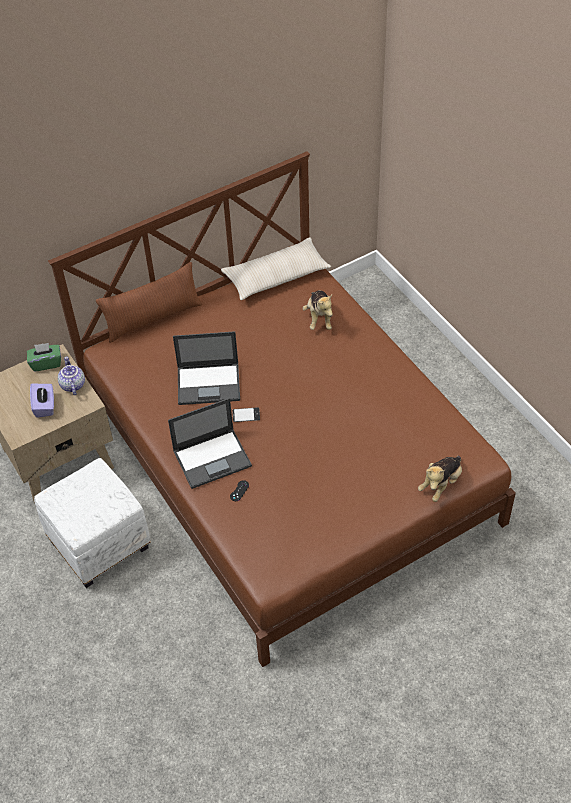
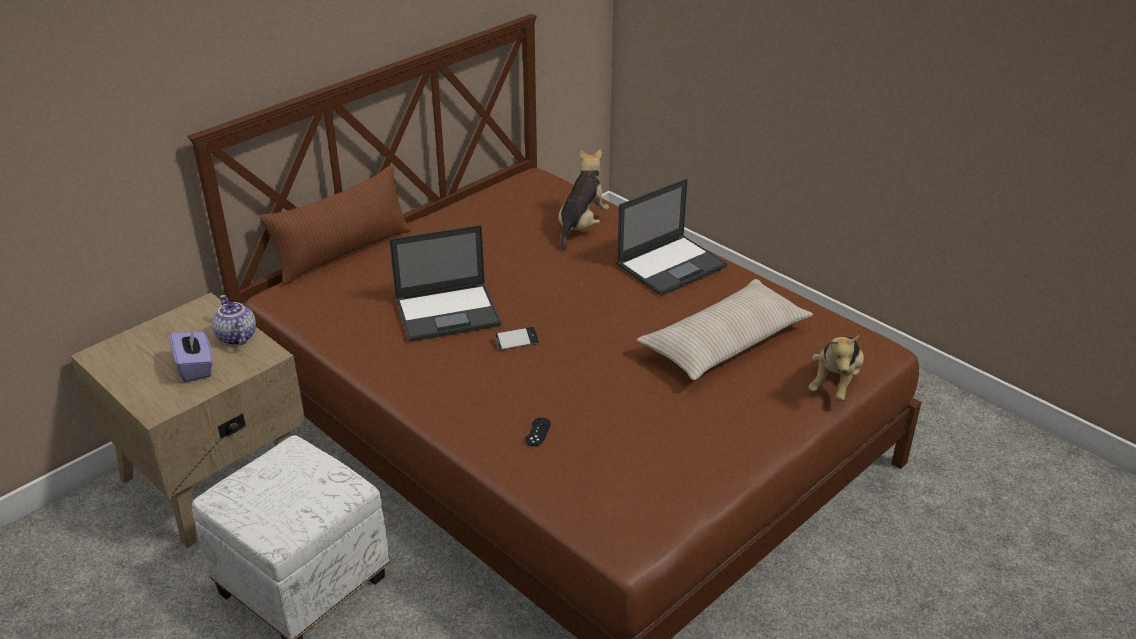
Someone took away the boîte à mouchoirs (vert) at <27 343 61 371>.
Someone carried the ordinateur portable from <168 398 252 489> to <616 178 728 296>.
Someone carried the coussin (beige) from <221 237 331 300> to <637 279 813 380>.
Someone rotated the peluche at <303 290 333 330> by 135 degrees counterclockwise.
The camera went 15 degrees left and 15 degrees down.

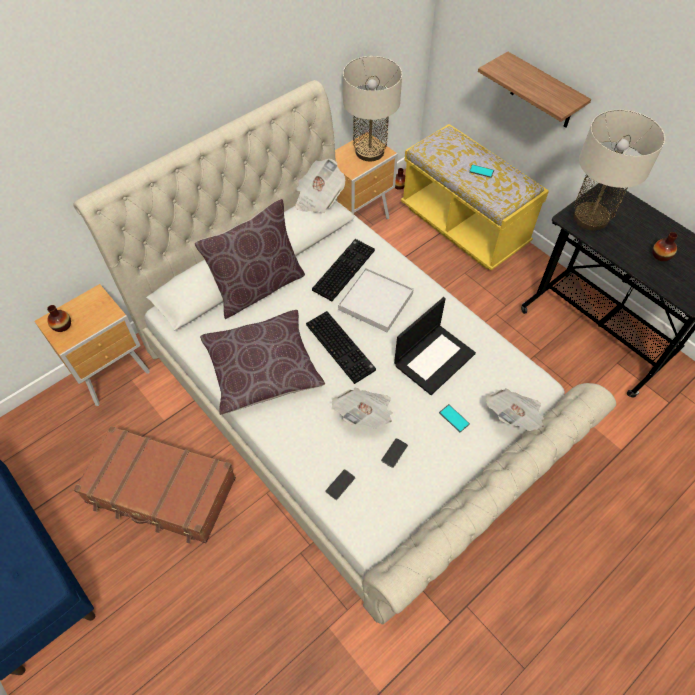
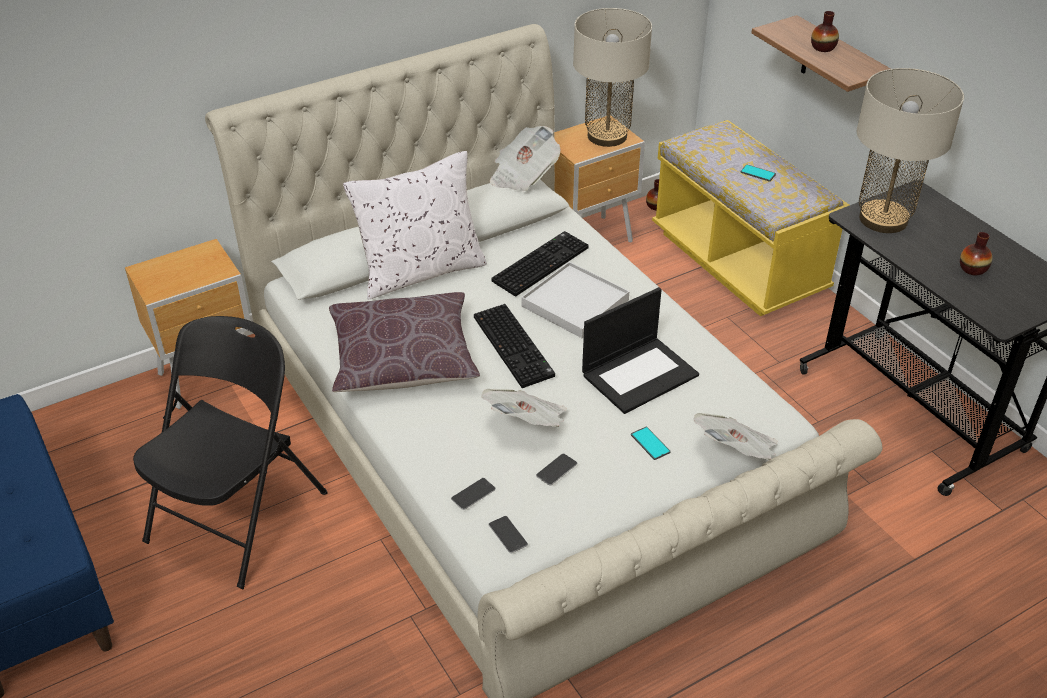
Someone carried the vase from <47 305 71 332> to <811 11 839 52>.
Someone swapped the valise (marron) at <74 426 236 544> for the chaise (noir) at <133 316 327 590>.
Someone repainted the coussin (marron) at <194 199 305 319>, which became the coussin (blanc) at <343 151 487 300>.
Someone put down the téléphone at <489 516 528 553>.
The camera went 10 degrees right and 15 degrees down.

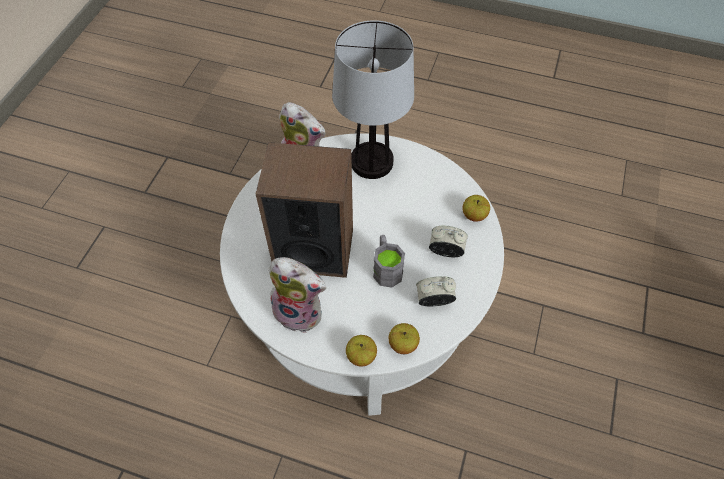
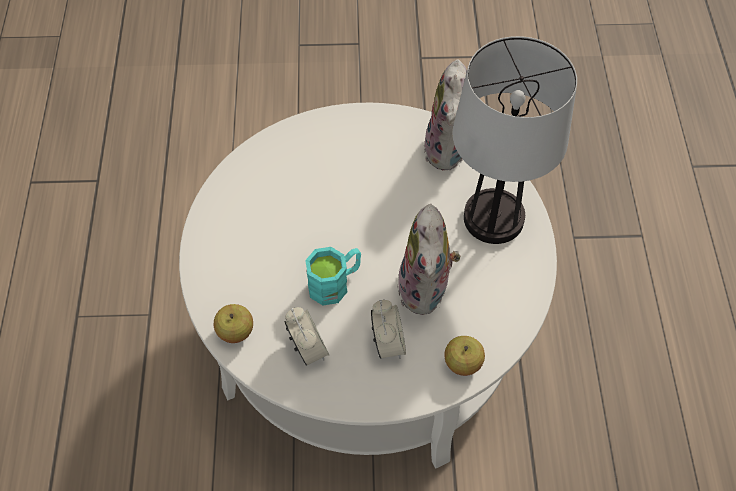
Someone took away the enceinte at <256 142 353 278>.
Someone carried the peluche from <268 257 326 333> to <397 204 461 315>.
Someone took away the pomme at <346 335 377 366>.
Someone repainted the mug (gris) at <373 235 405 287>, which became the mug (turquoise) at <305 247 361 305>.
The camera went 70 degrees right and 0 degrees up.

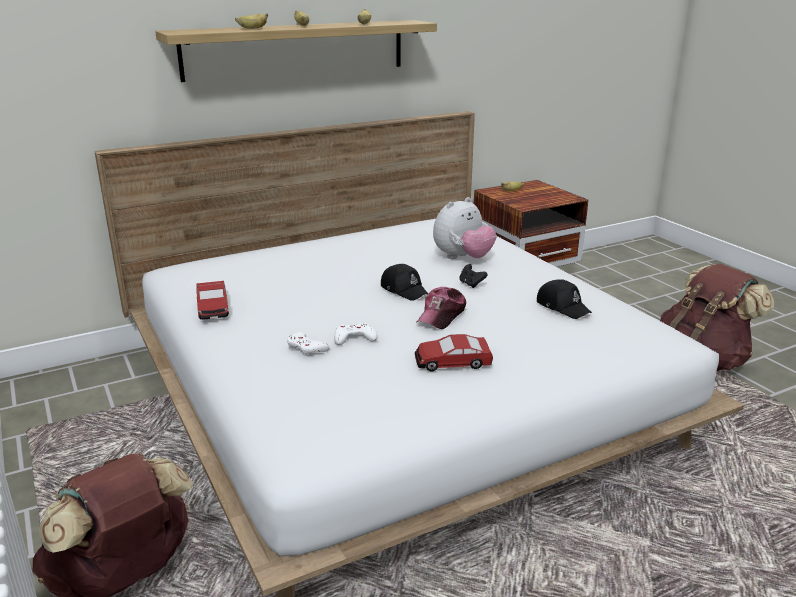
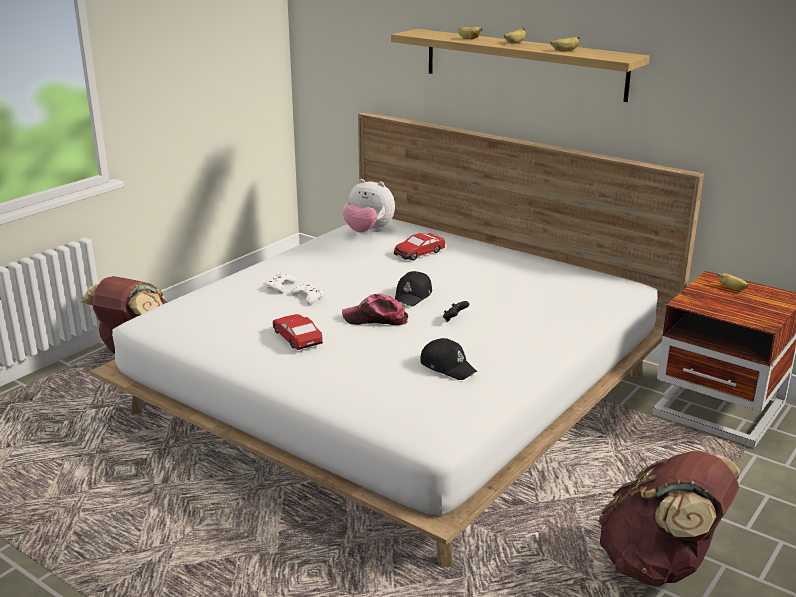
Someone carried the petite voiture from <196 281 229 320> to <394 233 445 260>.
Someone carried the peluche from <433 197 497 259> to <343 179 395 233>.
Someone rotated the casquette (noir) at <537 279 592 319> by 75 degrees counterclockwise.
The camera went 65 degrees right and 0 degrees up.

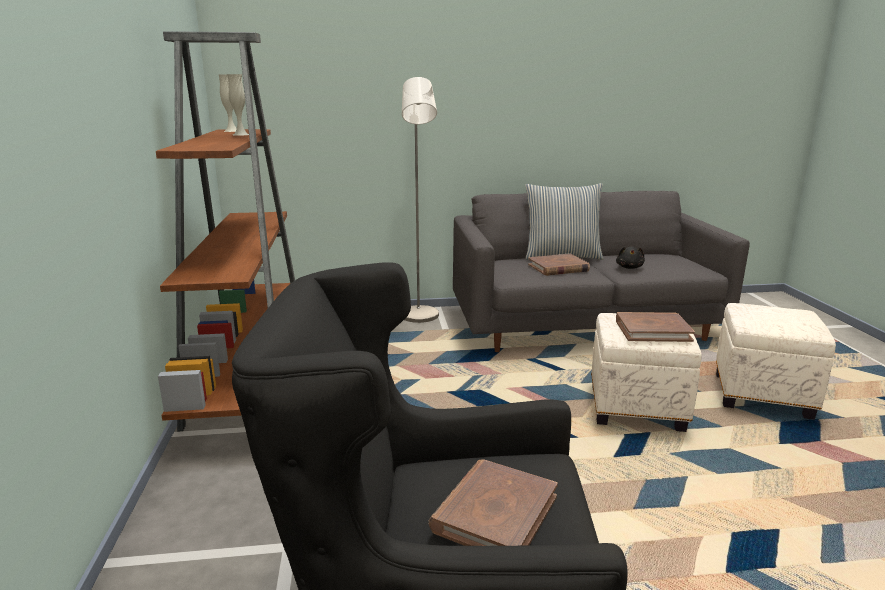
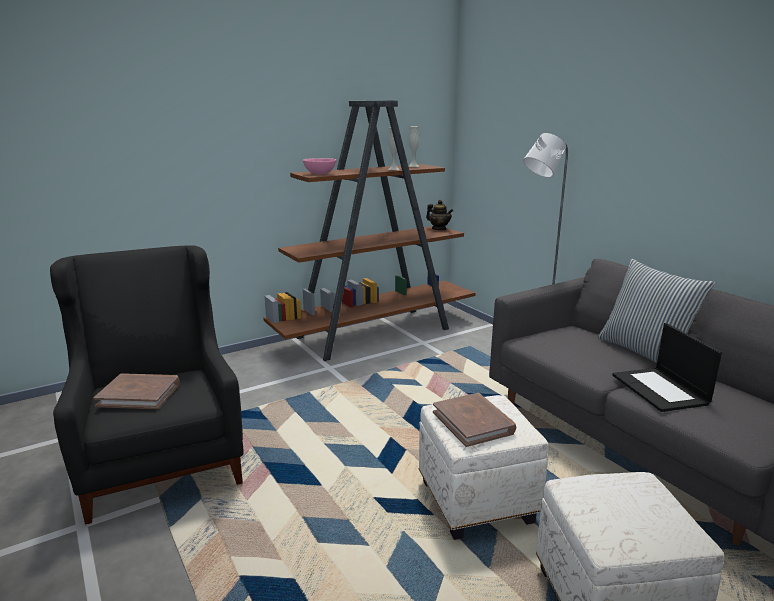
Someone took away the livre (marron) at <528 253 590 276>.
Someone swapped the peluche (noir) at <616 246 645 269> for the ordinateur portable at <612 323 722 412>.
Someone put down the bol (rose) at <303 158 336 174>.
Someone put down the théière at <426 200 453 230>.
The camera went 65 degrees right and 0 degrees up.

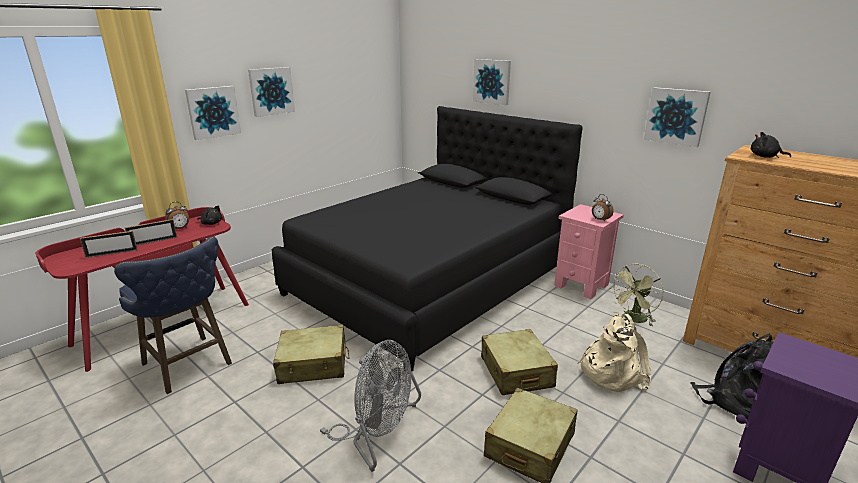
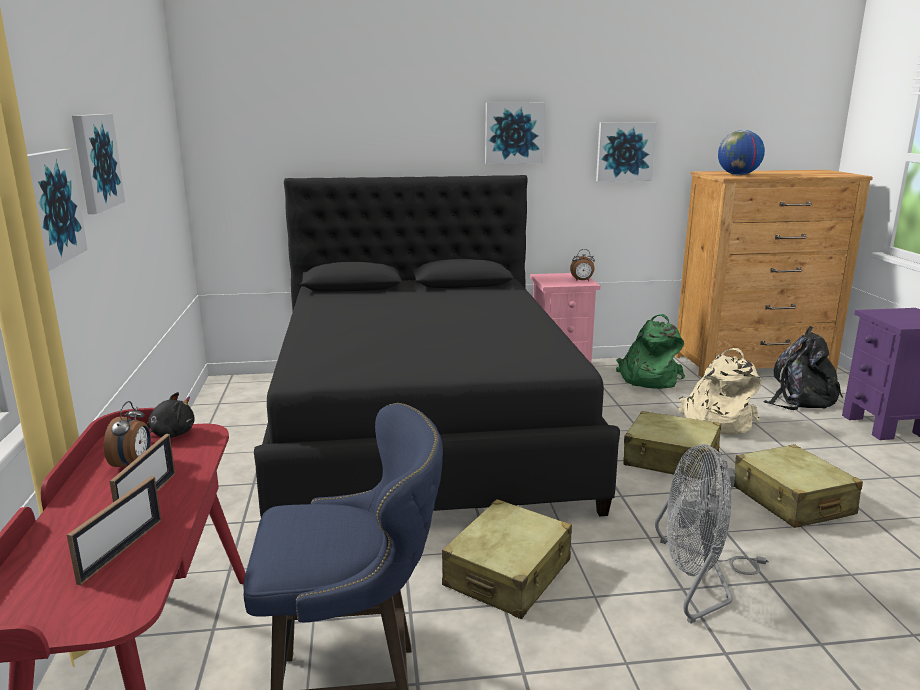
Someone rotated the ventilateur (gris) at <320 340 421 472> by 150 degrees counterclockwise.
Someone carried the tableau from <473 59 511 105> to <485 103 545 164>.
Someone swapped the ventilateur (vert) at <612 264 664 326> for the sac à dos (vert) at <616 314 685 389>.
Someone swapped the peluche (noir) at <750 132 791 158> for the globe at <718 130 765 175>.
The camera went 50 degrees left and 5 degrees down.

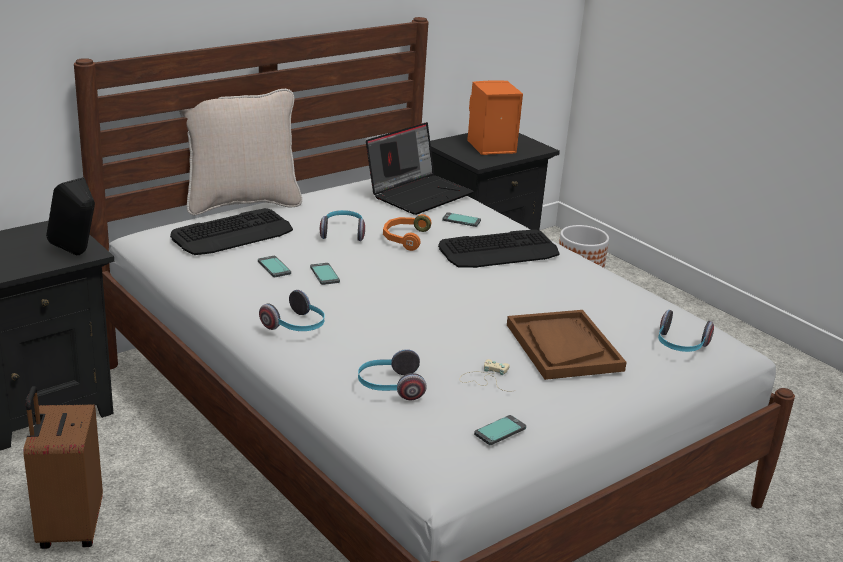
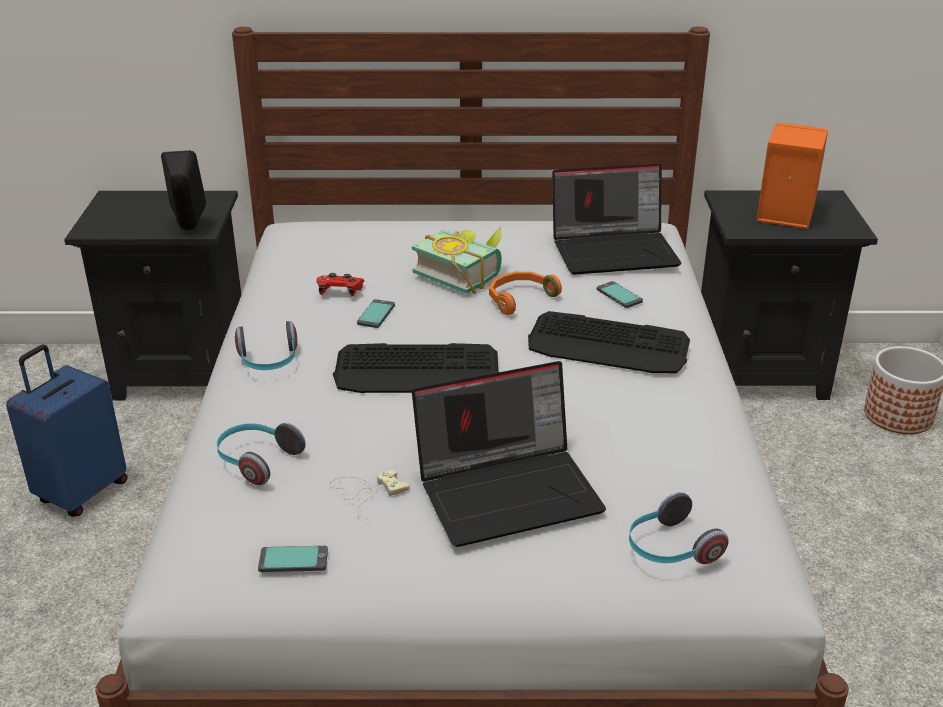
Someone repainted the valise (marron) at <23 386 103 549>, which became the valise (bleu) at <6 345 128 517>.
Someone carried the clavier from <170 208 293 255> to <333 343 499 393>.
Someone took away the coussin (beige) at <179 89 302 215>.
Someone swapped the téléphone at <258 256 291 277> for the manette (rouge) at <316 273 364 297>.
Someone swapped the casque audio at <320 210 365 241> for the livre at <412 227 502 294>.
Someone swapped the plateau (marron) at <507 310 627 380> for the ordinateur portable at <412 361 606 547>.
The camera went 40 degrees right and 5 degrees up.

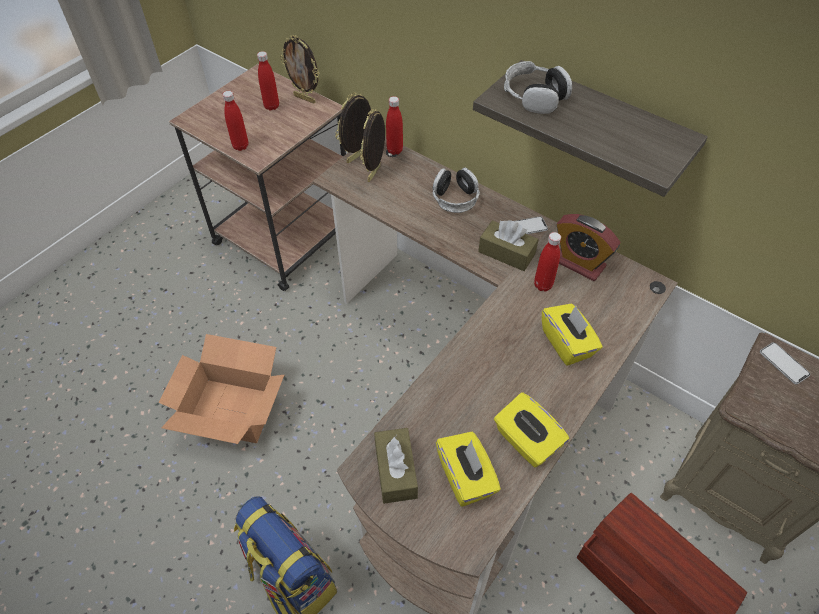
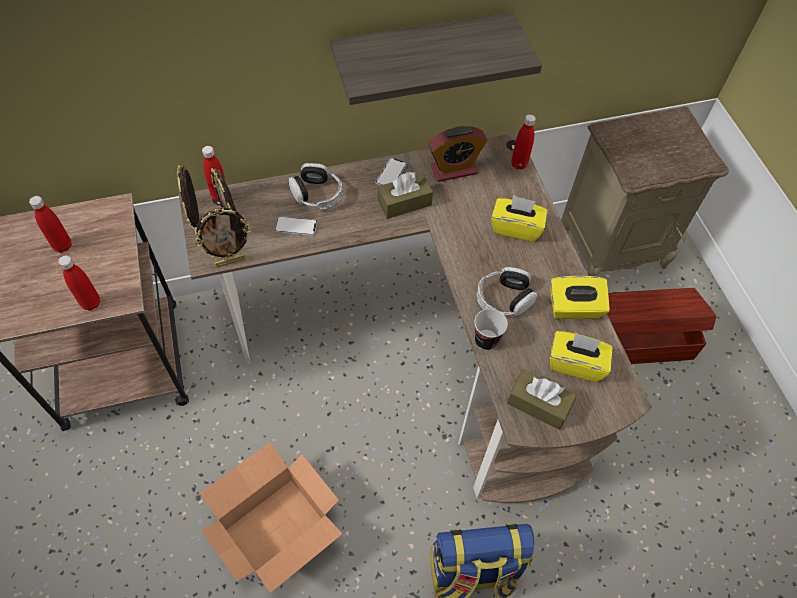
Someone carried the cadre photo from <280 35 319 104> to <194 208 252 267>.
Someone carried the casque audio from <504 61 572 114> to <476 267 538 316>.
Someone carried the bouteille (rouge) from <534 232 561 292> to <511 114 536 170>.
Someone carried the téléphone from <760 342 810 384> to <274 216 317 236>.
Someone put down the tasse at <474 309 508 350>.
The camera went 55 degrees left and 5 degrees up.

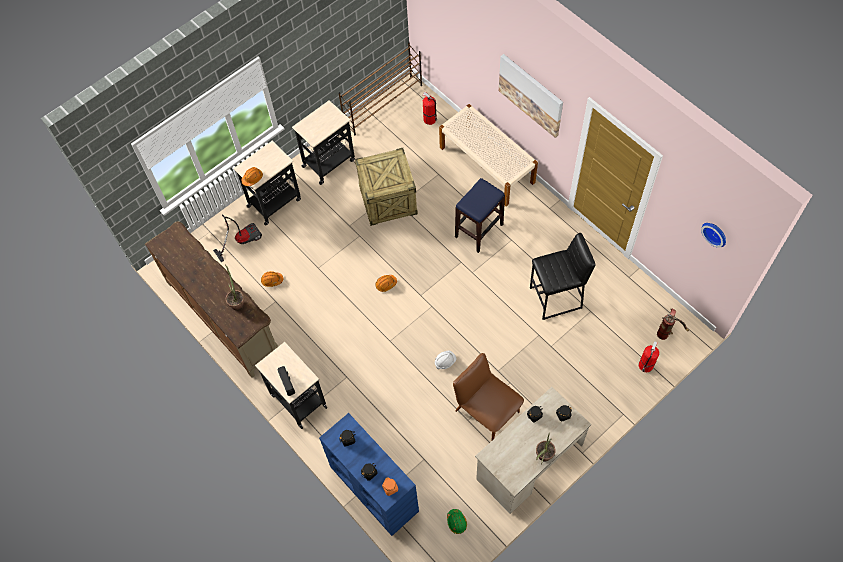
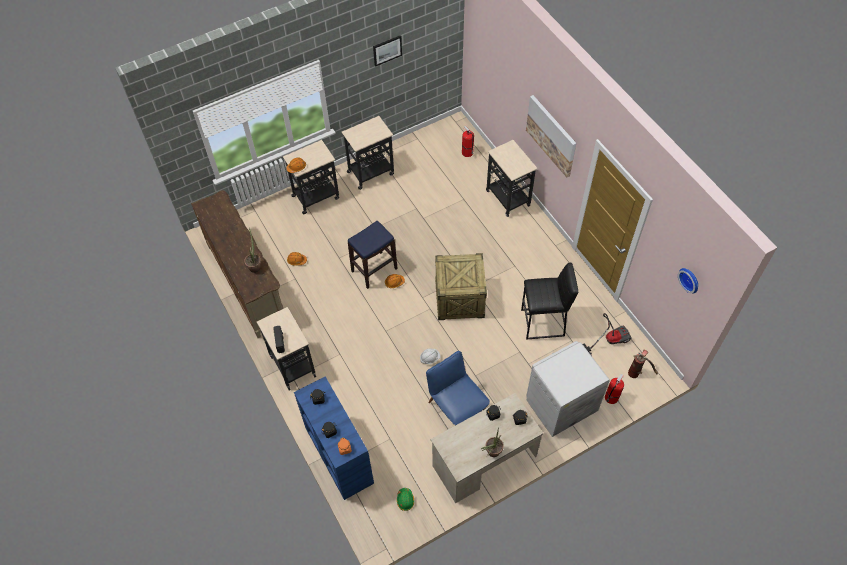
Someone carried the aspirateur from <213 214 262 263> to <583 313 632 356>.
Someone took away the étagère à chaussures (marron) at <338 42 422 135>.
Someone carried the caisse from <355 148 418 226> to <435 253 487 320>.
Someone swapped the banc (beige) at <439 104 538 207> for the chariot at <486 140 537 217>.
Someone repainted the chaise (marron) at <453 353 524 441>, which became the chaise (bleu) at <426 351 490 425>.
Someone carried the tabouret from <455 178 505 253> to <348 221 398 289>.
Someone put up the tableau at <373 35 402 67>.
Someone put down the lave-linge (blanc) at <527 341 610 437>.
The camera went 10 degrees right and 5 degrees down.

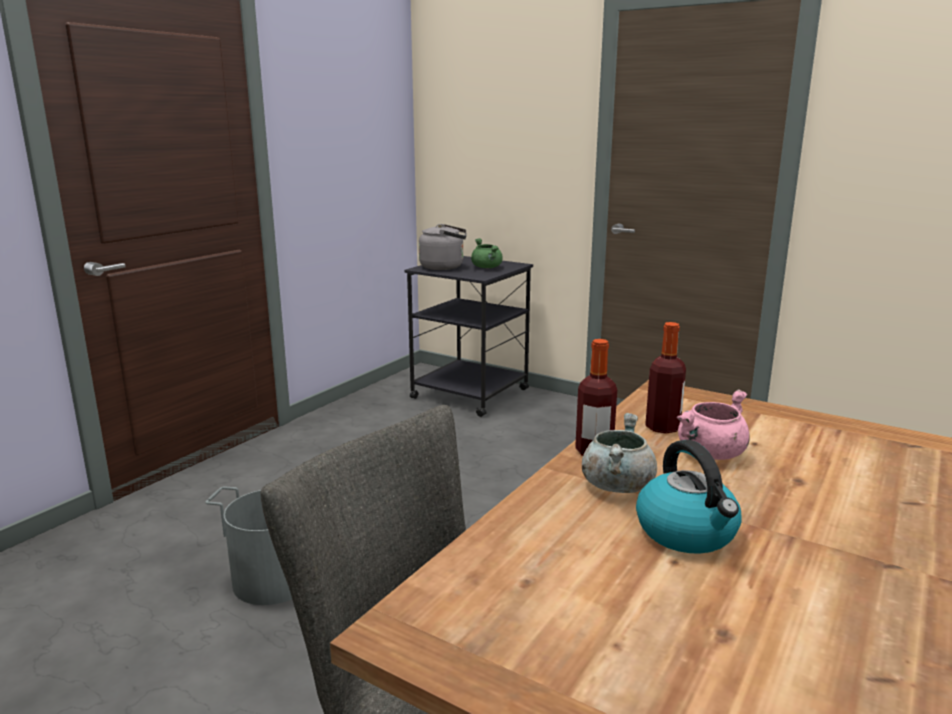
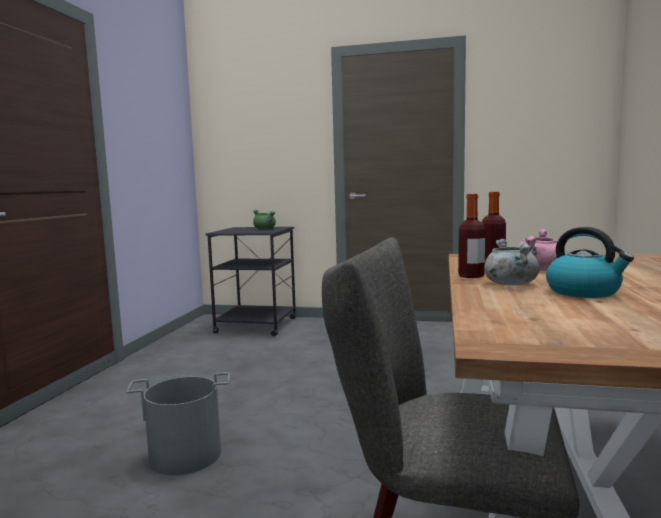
Someone took away the bouilloire (gris) at <419 224 466 270>.
The camera went 20 degrees left and 10 degrees down.

